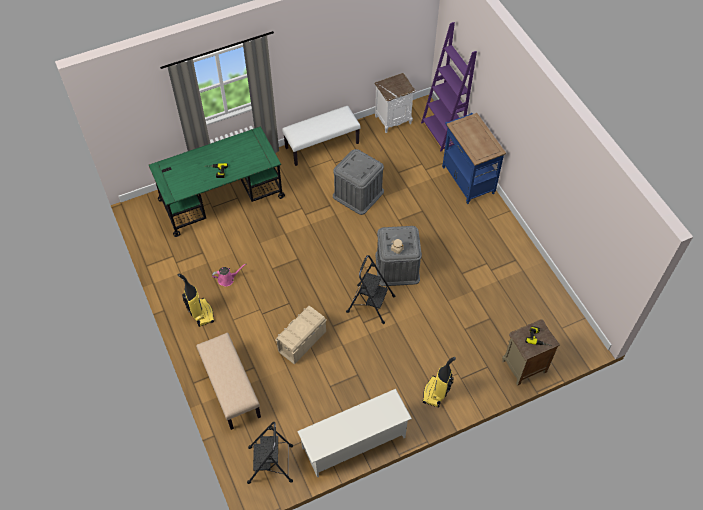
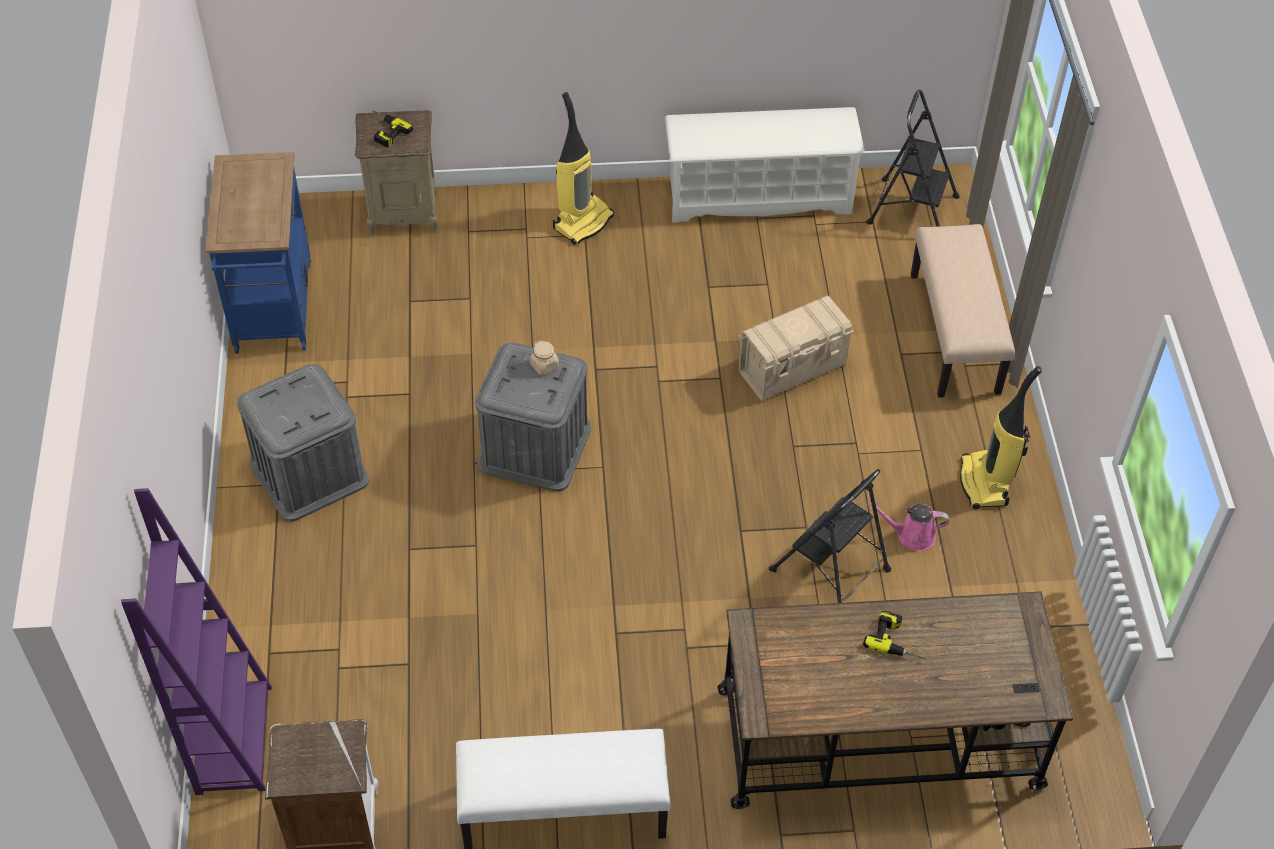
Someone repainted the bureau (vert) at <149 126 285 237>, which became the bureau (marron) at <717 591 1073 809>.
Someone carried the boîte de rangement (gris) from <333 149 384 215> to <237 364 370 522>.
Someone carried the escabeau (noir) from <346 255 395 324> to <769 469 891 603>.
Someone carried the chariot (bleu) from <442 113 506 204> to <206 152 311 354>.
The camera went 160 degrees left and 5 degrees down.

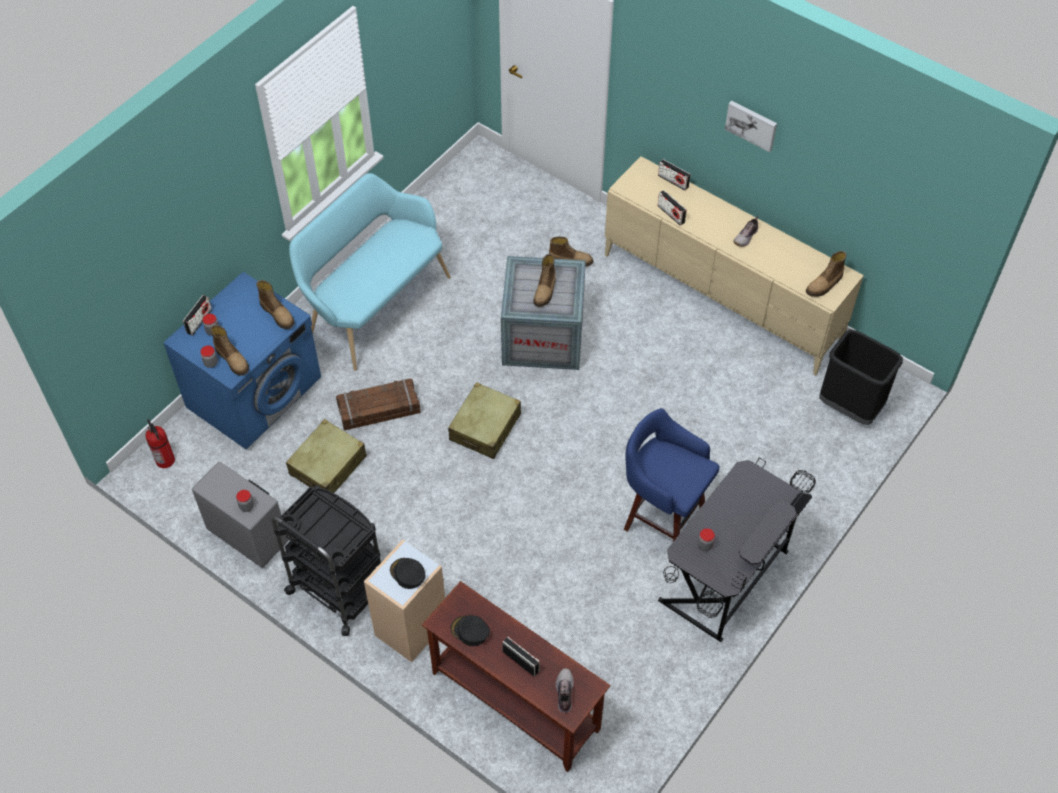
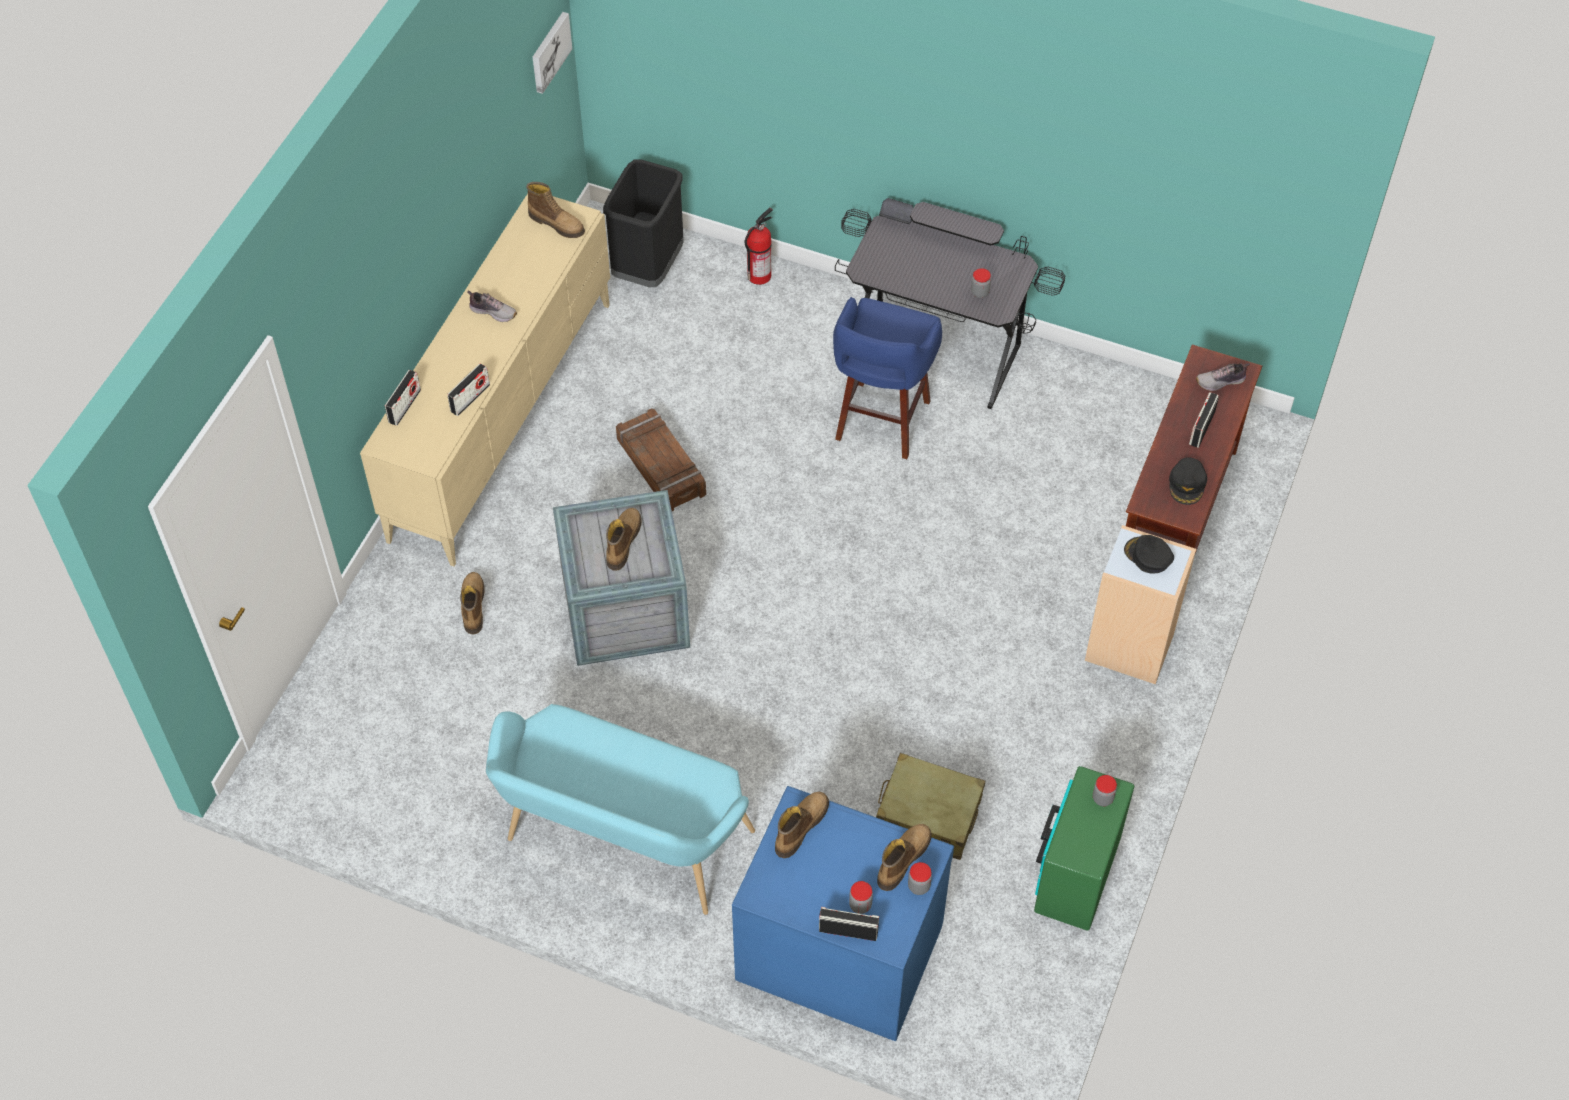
Someone carried the extincteur from <146 419 175 468> to <745 208 773 285>.
Someone repainted the table de chevet (gris) at <192 462 288 568>, which became the table de chevet (vert) at <1034 766 1134 931>.
Someone took away the chariot (noir) at <271 485 381 636>.
Someone carried the caisse from <336 378 421 431> to <616 408 706 511>.
Someone rotated the casquette (noir) at <390 558 426 589> by 105 degrees clockwise.
Someone took away the valise (beige) at <448 382 521 459>.
Someone rotated the botte at <533 254 556 307> by 75 degrees counterclockwise.
Someone carried the tableau from <725 101 777 152> to <533 12 572 94>.
The camera went 105 degrees left and 0 degrees up.

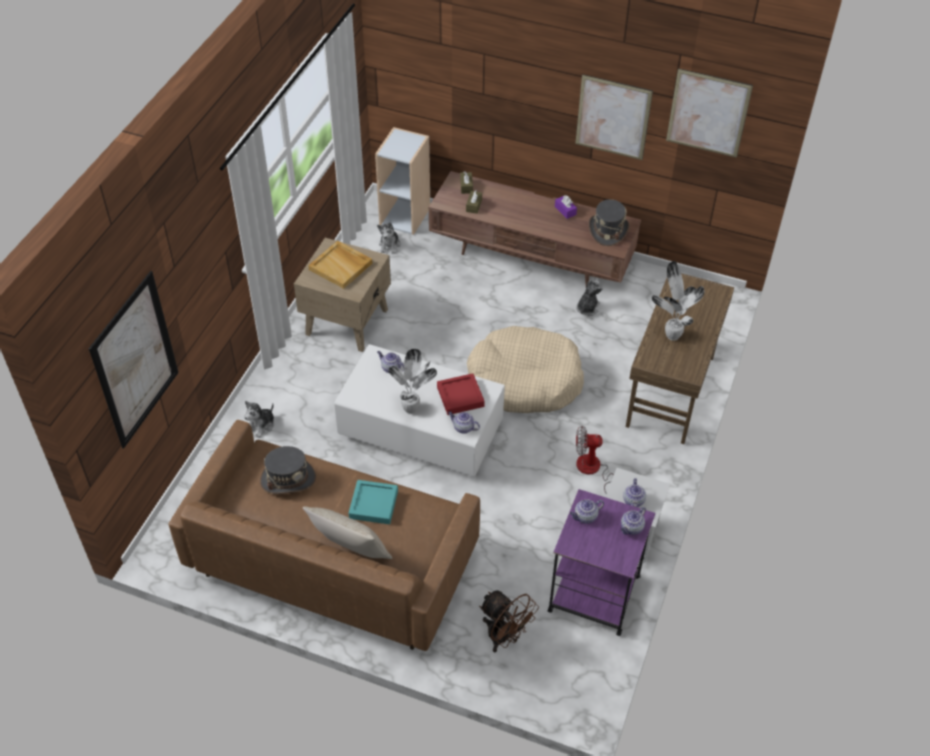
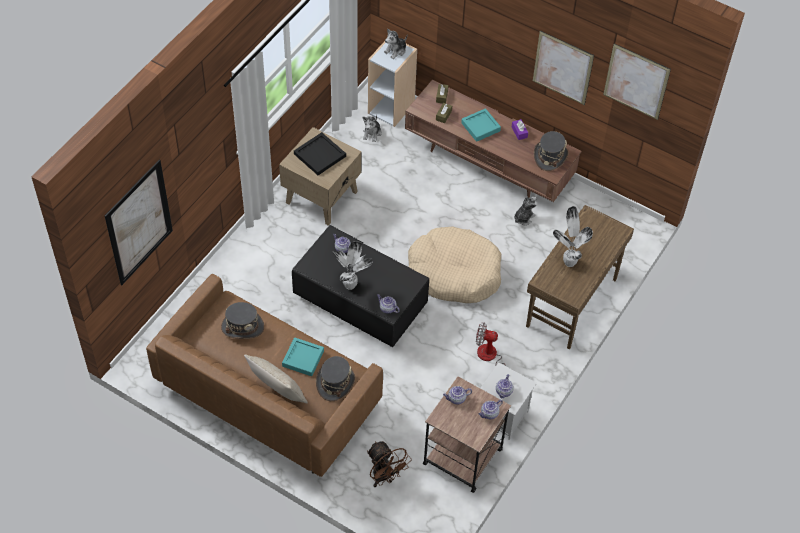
Someone carried the peluche from <244 401 274 438> to <384 29 407 59>.
Someone repainted the plateau (beige) at <308 240 372 289>, which became the plateau (noir) at <294 132 346 175>.
Someone repainted the table basse (blanc) at <334 344 505 477>, which became the table basse (noir) at <292 225 429 347>.
Someone took away the plateau (rouge) at <437 373 485 415>.
Someone repainted the chariot (violet) at <547 489 655 636>, which became the chariot (marron) at <423 376 511 493>.
Someone put down the chapeau (gris) at <316 356 355 401>.
Someone put down the plateau (turquoise) at <461 108 501 142>.
The camera went 10 degrees right and 5 degrees up.

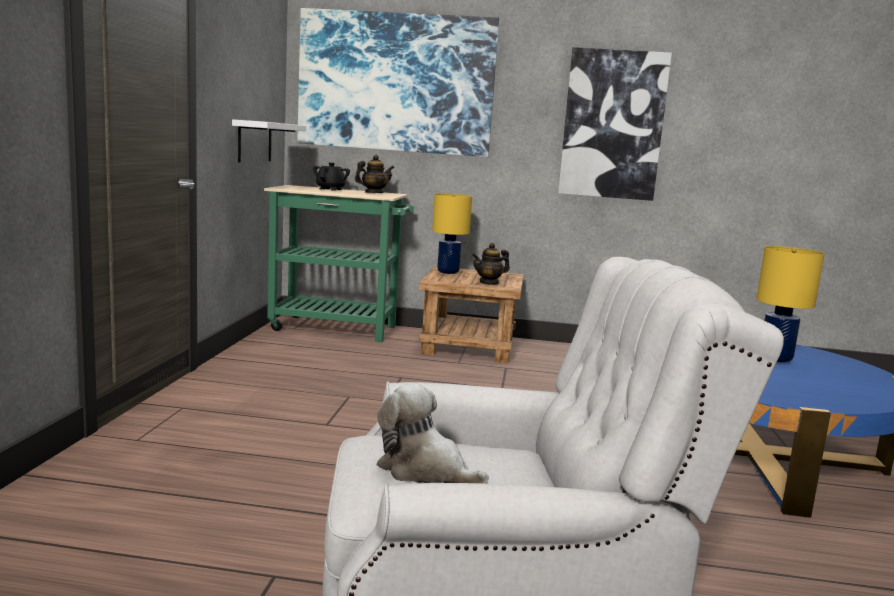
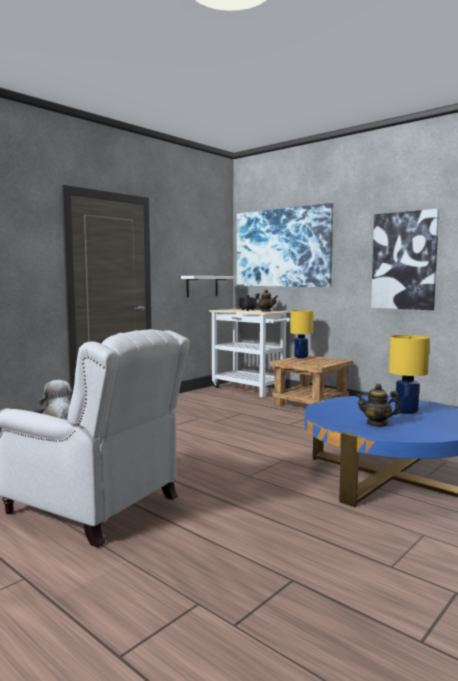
Someone repainted the chariot (vert) at <264 185 414 342>, which became the chariot (blanc) at <209 309 290 398>.
Someone carried the théière from <472 243 510 285> to <356 384 401 427>.
The camera went 35 degrees right and 5 degrees down.

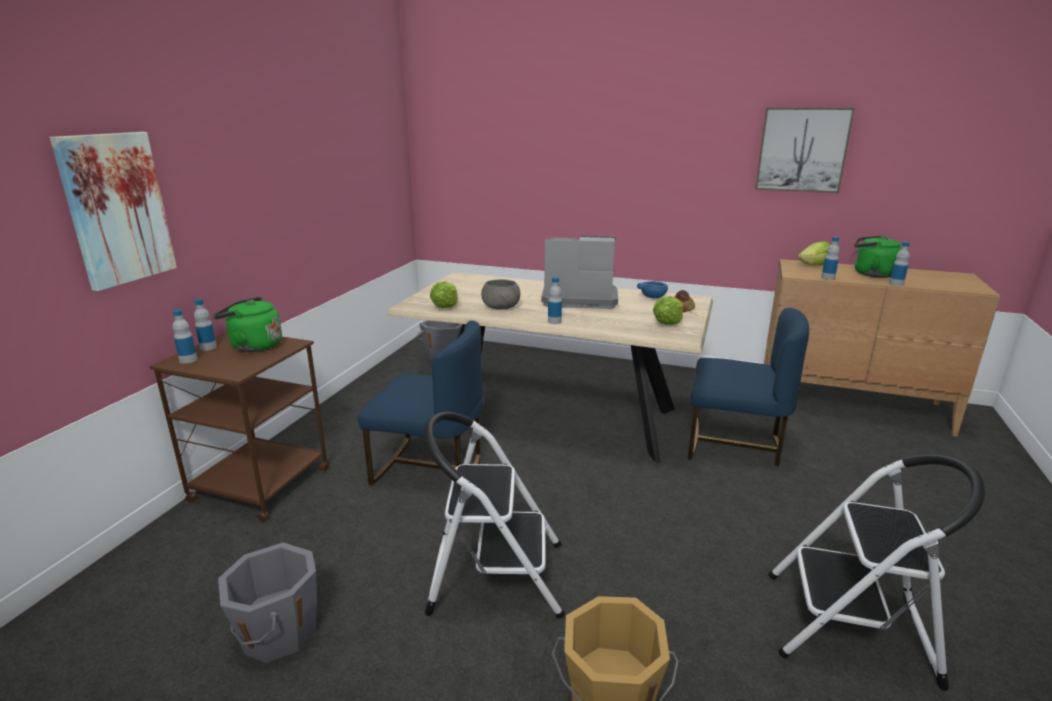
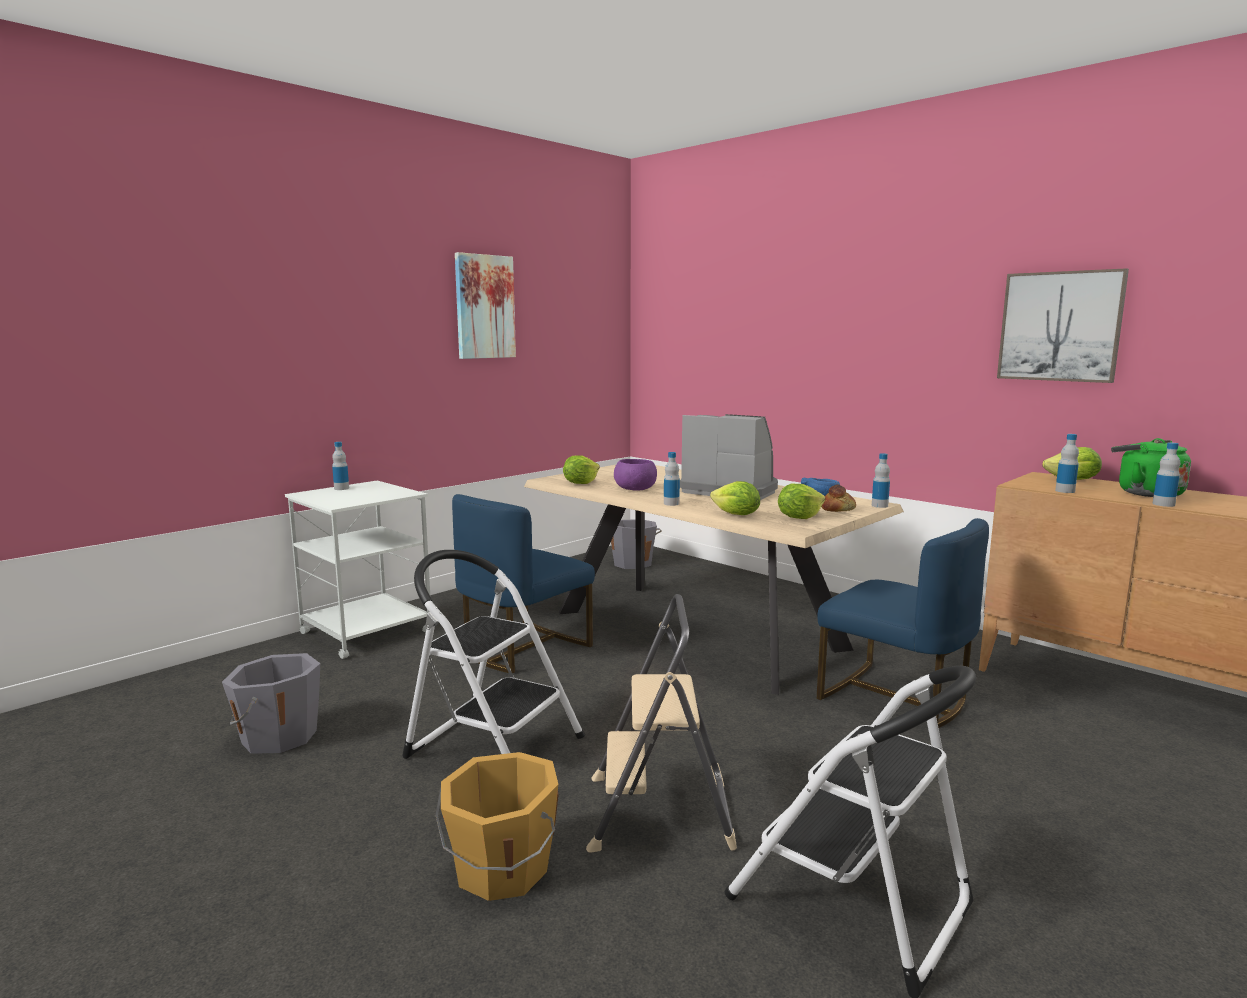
Someone carried the tableau from <50 132 177 291> to <455 252 516 359>.
Someone repainted the chariot (marron) at <149 332 329 522>, which became the chariot (blanc) at <285 481 430 659>.
Someone carried the bouteille from <173 309 197 364> to <872 453 890 508>.
Someone took away the bouilloire (vert) at <213 297 282 352>.
Someone rotated the chaise (bleu) at <358 320 483 486> by 90 degrees clockwise.
Someone repainted the bol (gris) at <481 279 520 310>, which became the bol (violet) at <614 459 657 491>.
Someone put down the escabeau (beige) at <586 594 737 853>.
Someone put down the laitue at <710 481 760 515>.
The camera went 25 degrees right and 10 degrees down.

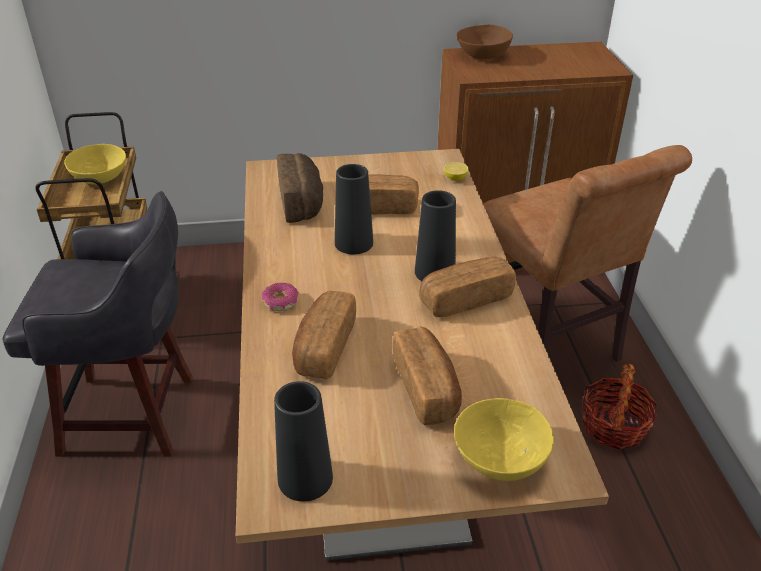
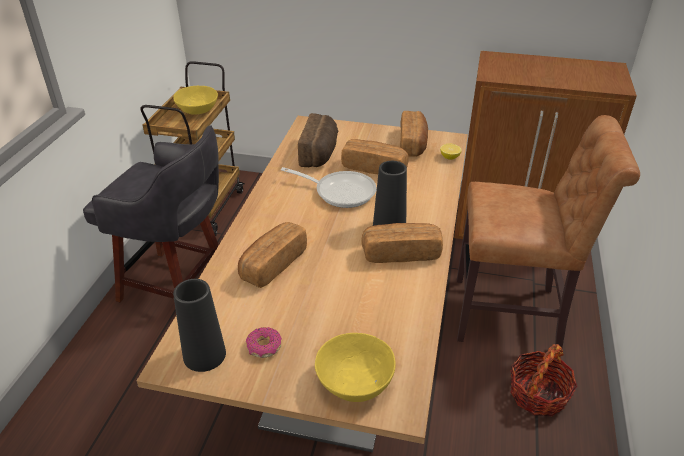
Someone carried the beignet from <261 283 299 311> to <246 327 282 358>.
Someone swapped the vase (noir) at <335 164 373 254> for the poêle at <281 167 377 208>.
Someone carried the pain from <393 327 462 425> to <400 111 428 157>.
Someone took away the bol (marron) at <456 24 513 59>.
Someone rotated the chaise (marron) at <483 145 692 362> by 75 degrees counterclockwise.
The camera went 20 degrees right and 0 degrees up.

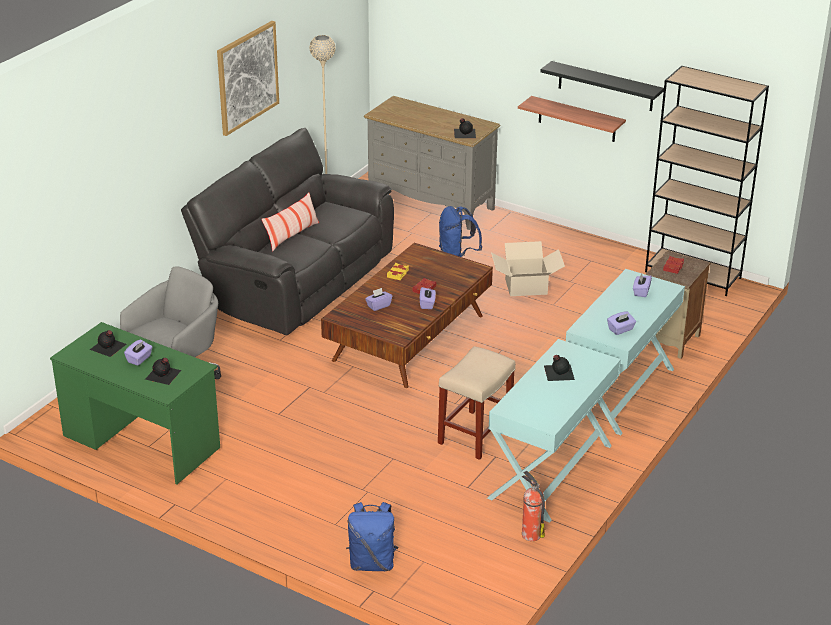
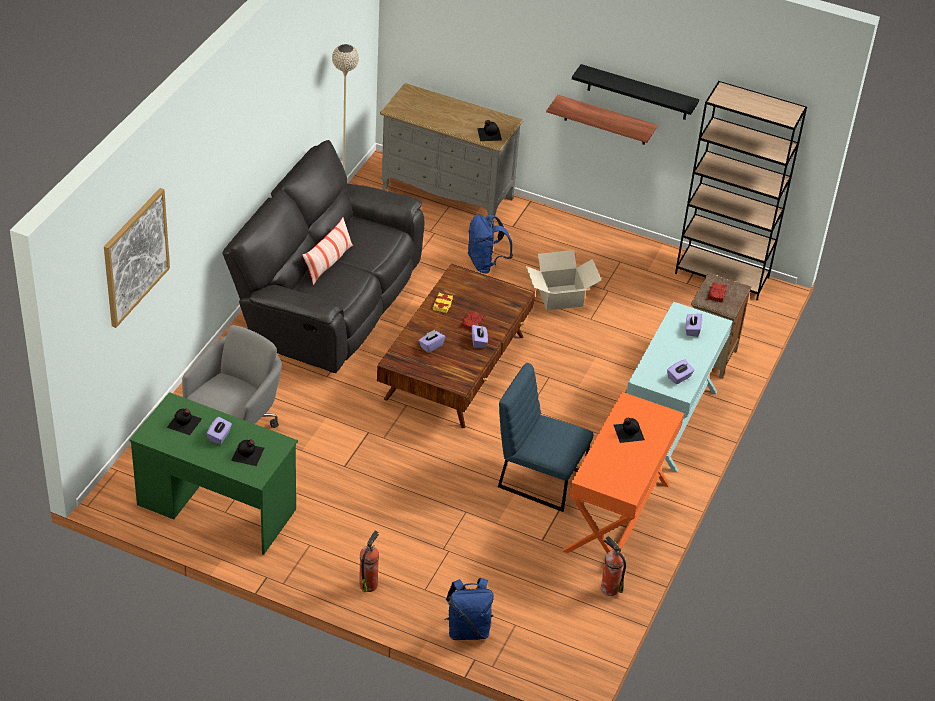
Someone carried the tableau from <217 21 279 136> to <104 188 170 328>.
Someone swapped the tabouret (beige) at <438 346 516 460> for the chaise (bleu) at <498 363 593 512>.
Someone repainted the bureau (turquoise) at <487 339 621 523>, which became the bureau (orange) at <562 392 684 575>.
Someone put down the extincteur at <359 531 379 592>.
The camera went 10 degrees left and 10 degrees up.

